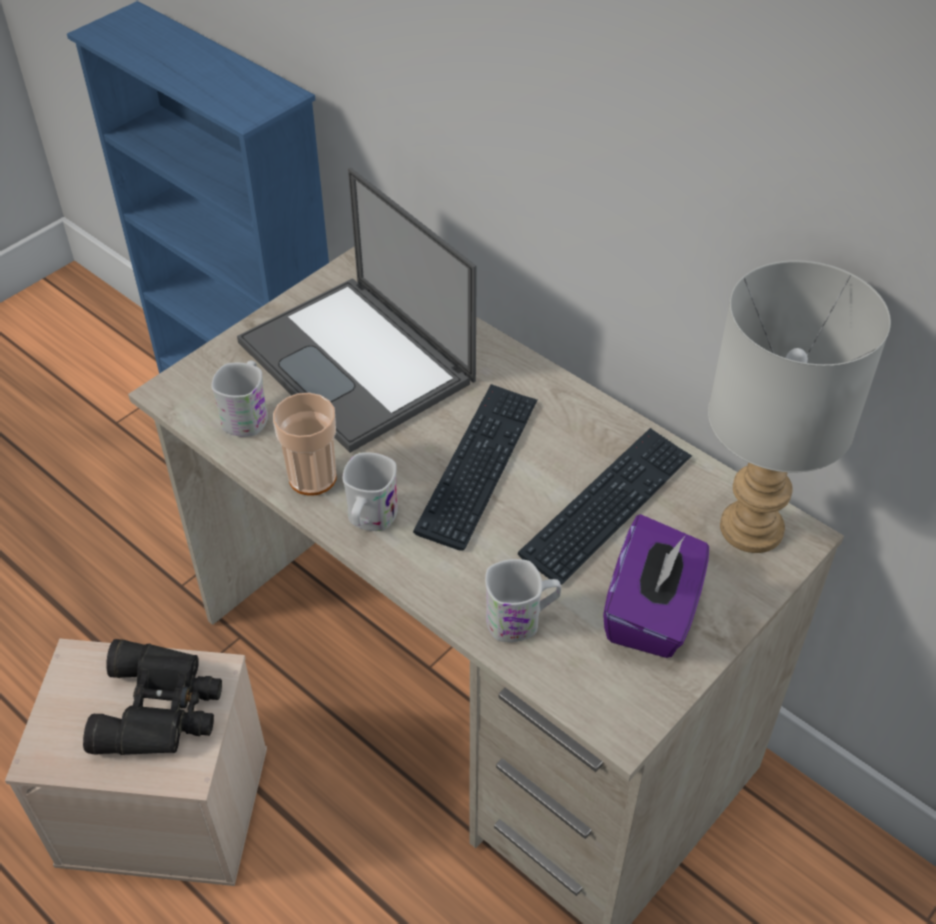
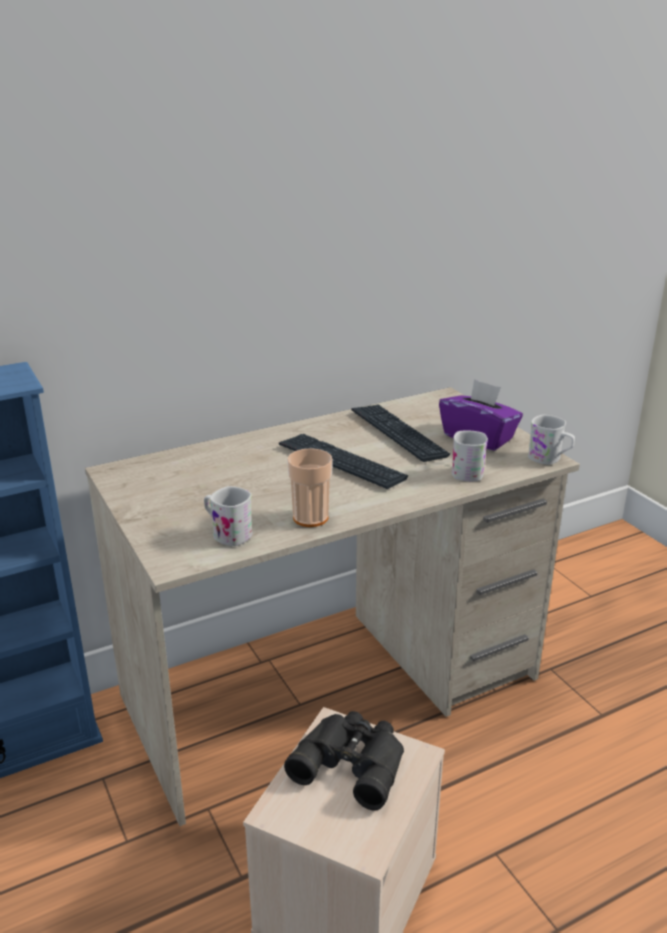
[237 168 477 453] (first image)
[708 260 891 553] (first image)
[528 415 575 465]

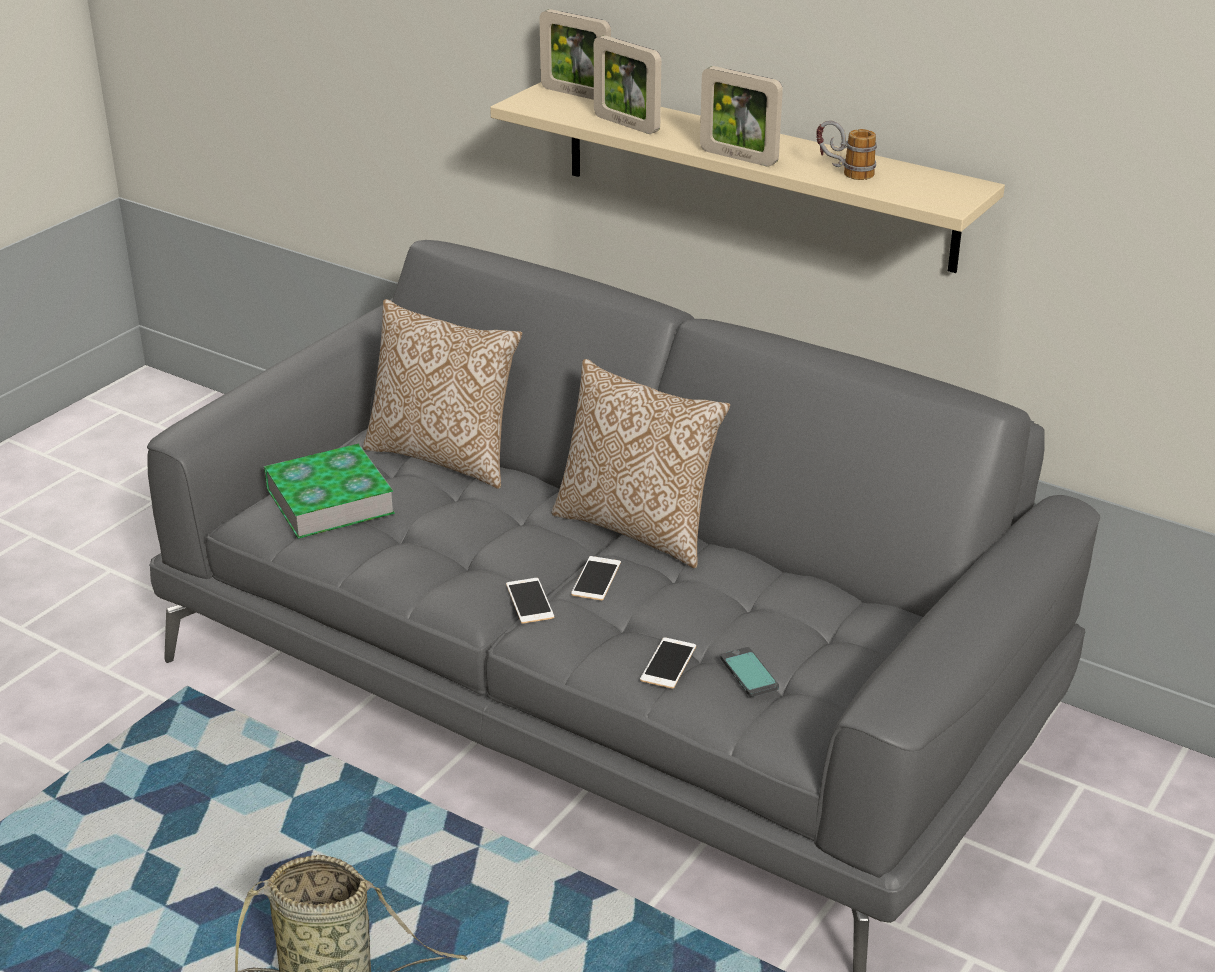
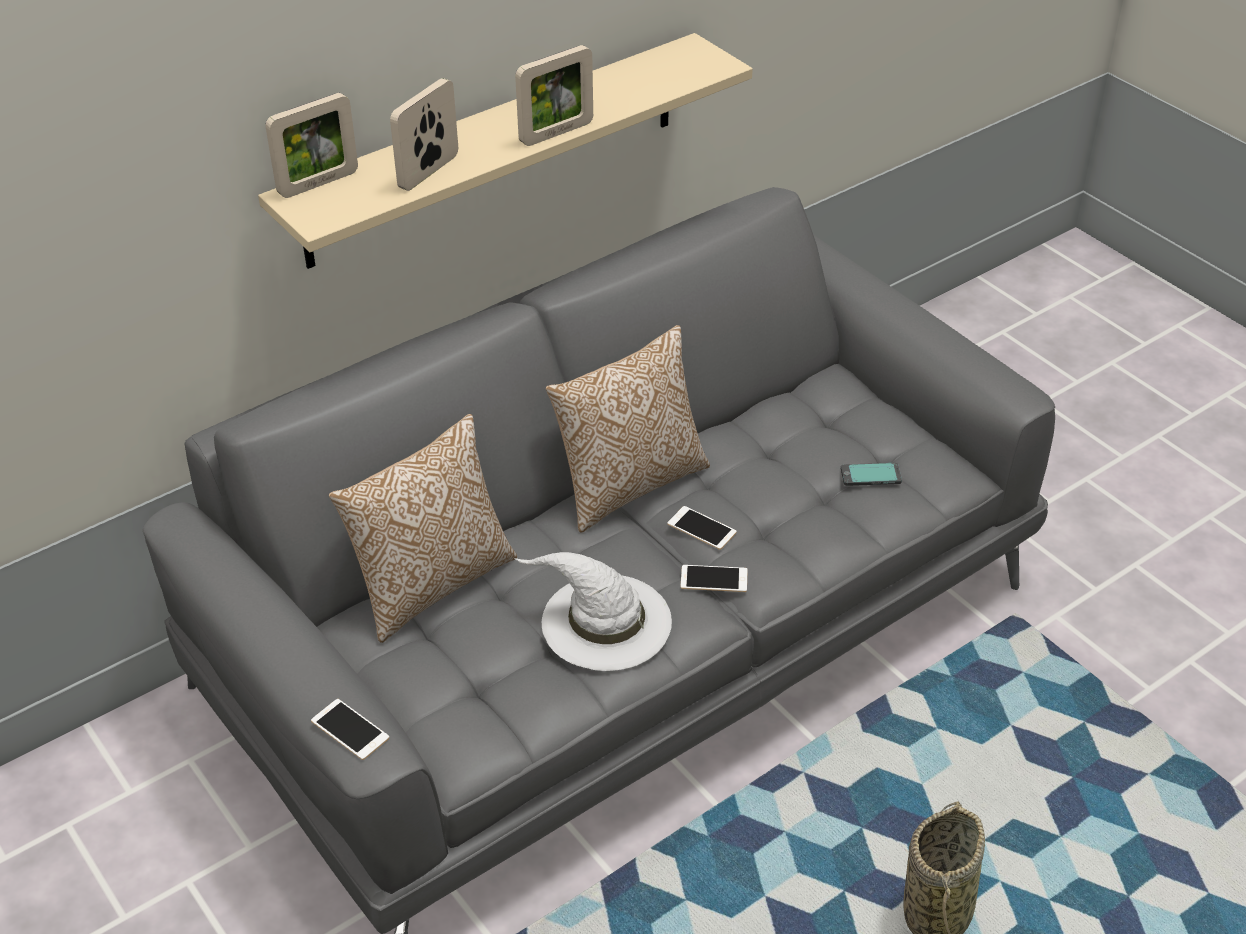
[390 78 458 191]
[816 121 877 180] (first image)
[264 444 395 539] (first image)
[311 699 389 760]
[514 552 672 671]

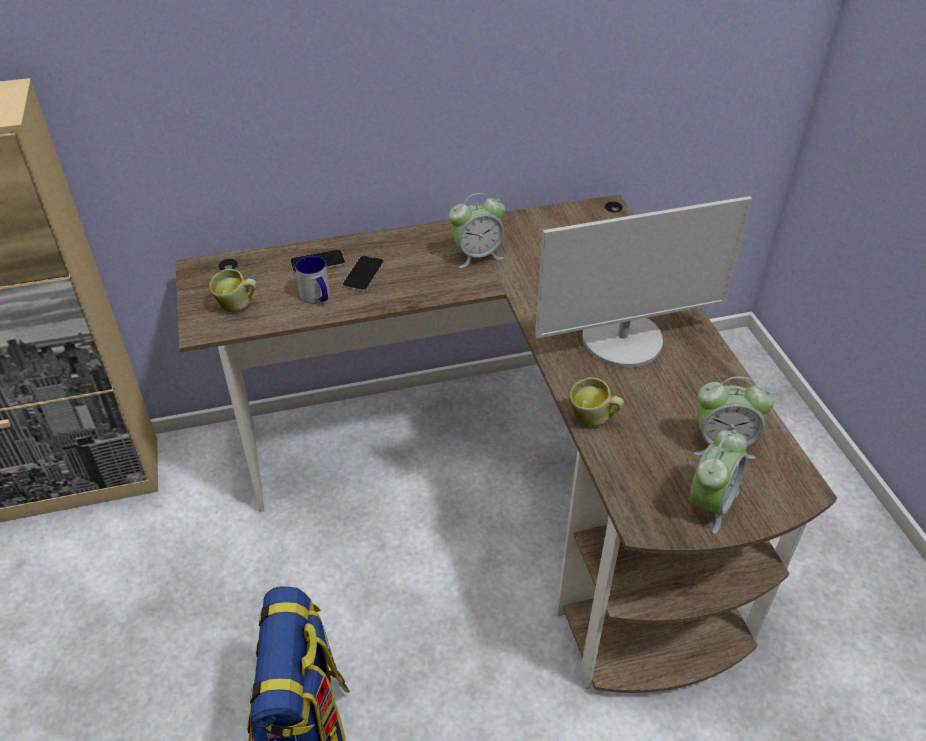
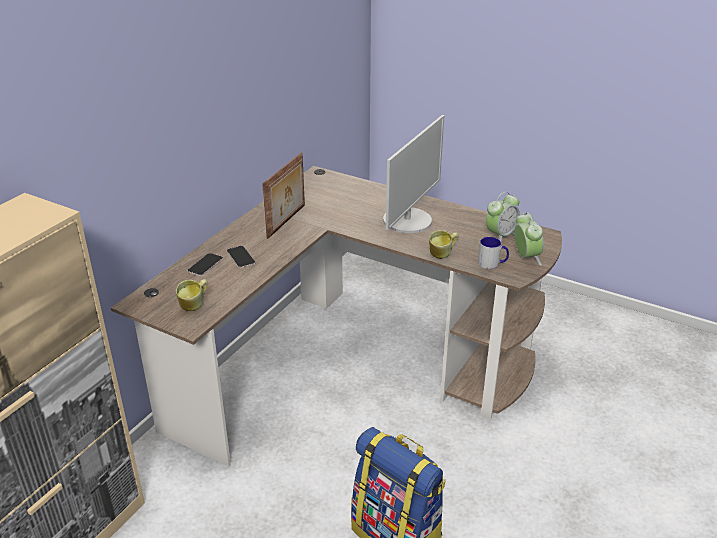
[262 153 305 239]
[478 237 509 269]

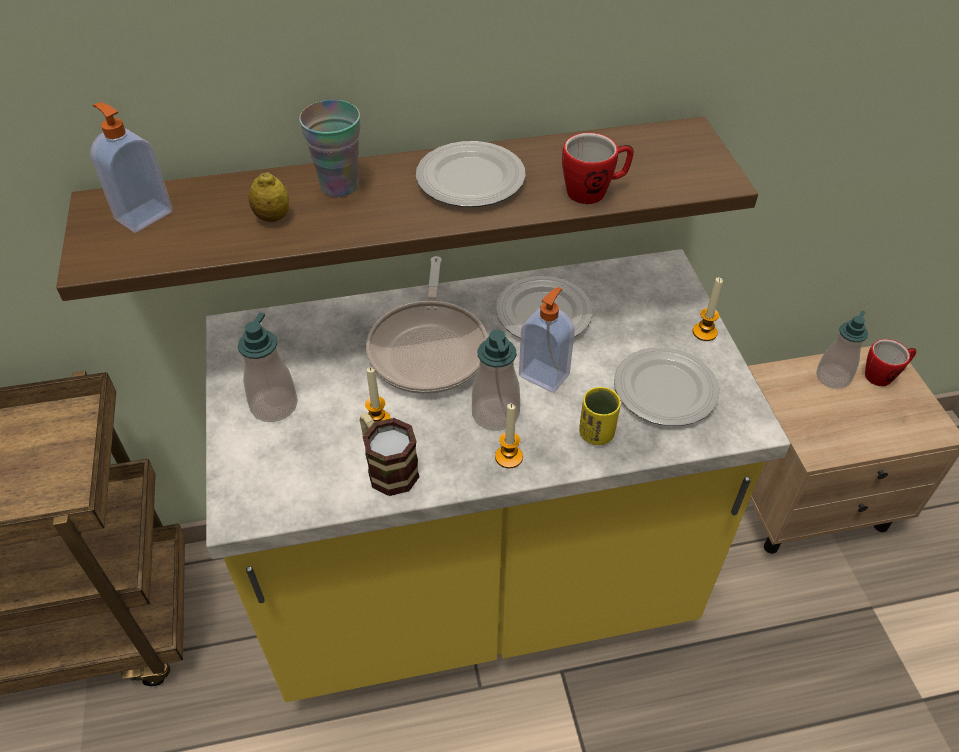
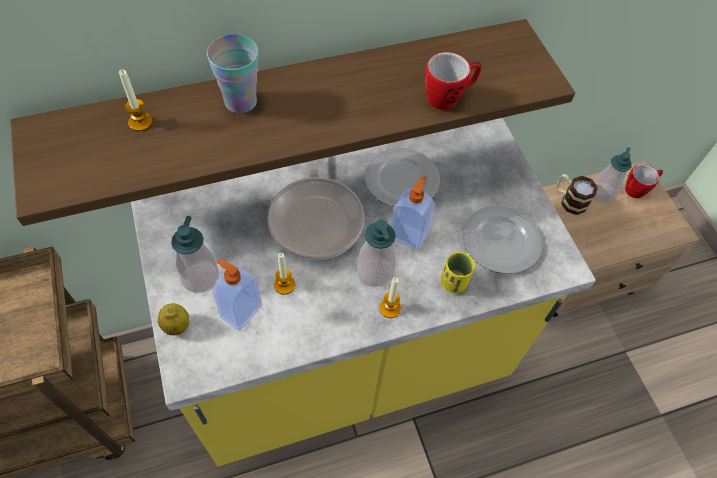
[213 259 262 331]
[416 141 526 207] (first image)
[158 303 189 335]
[119 70 153 131]
[557 174 598 215]

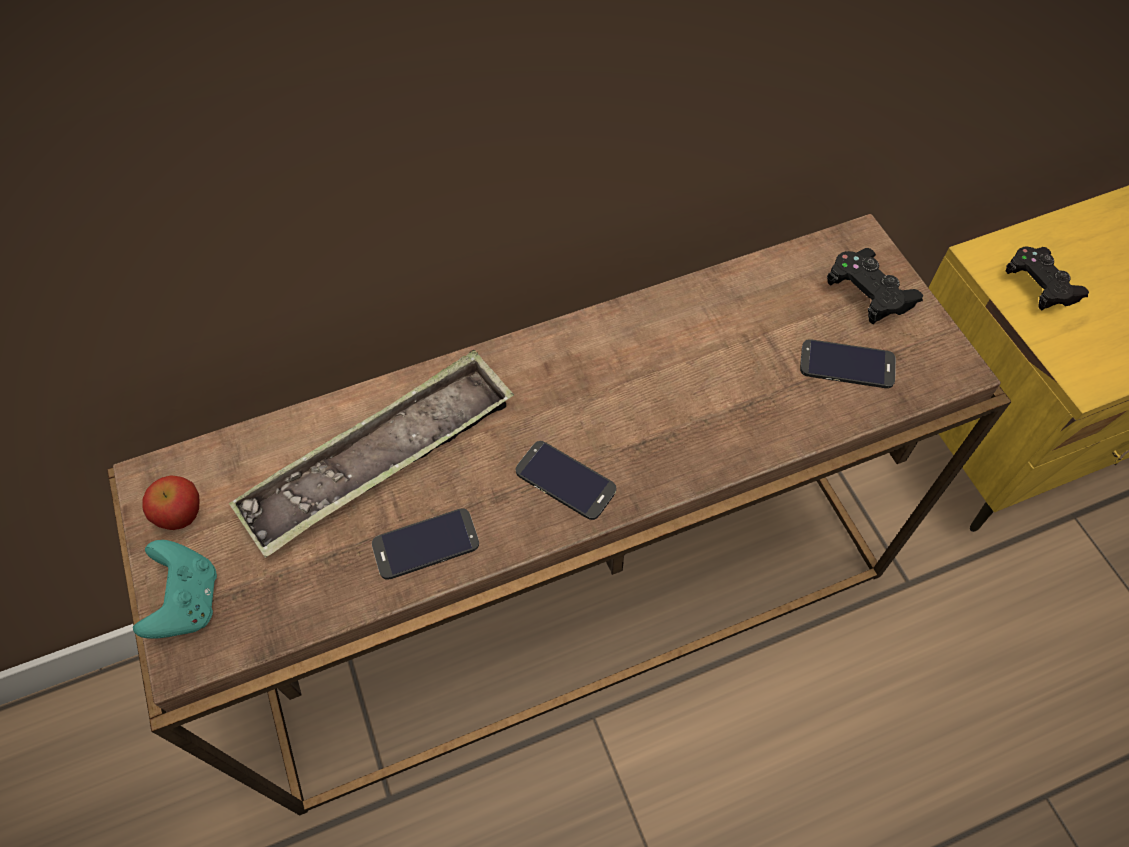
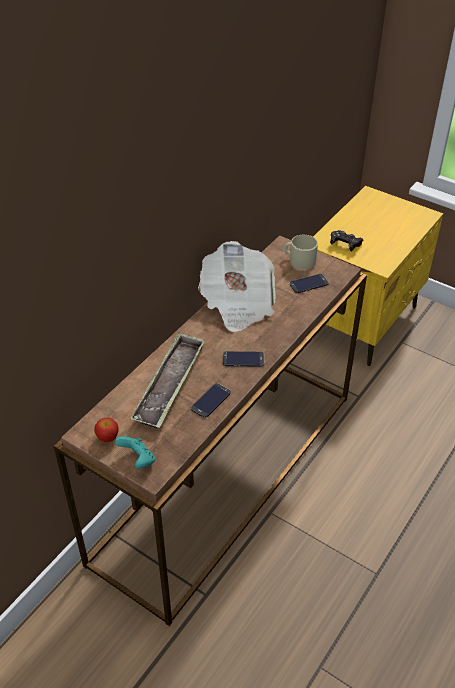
[284 235 318 270]
[198 241 276 332]

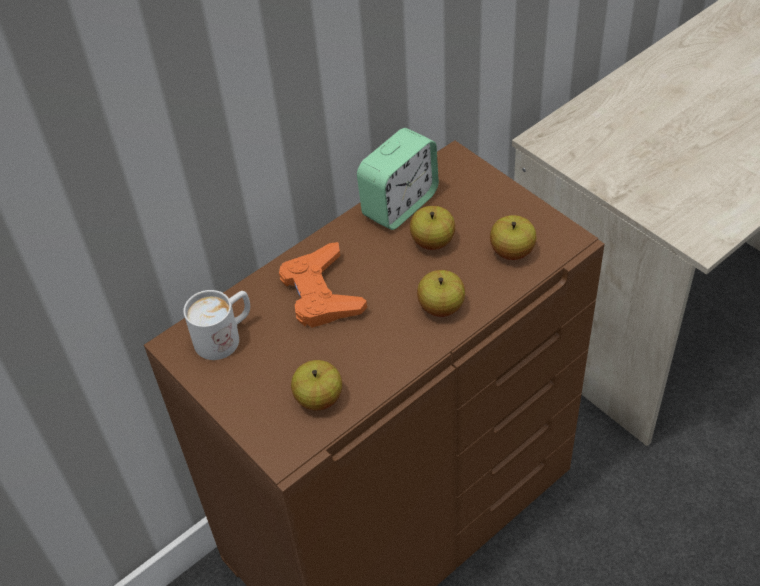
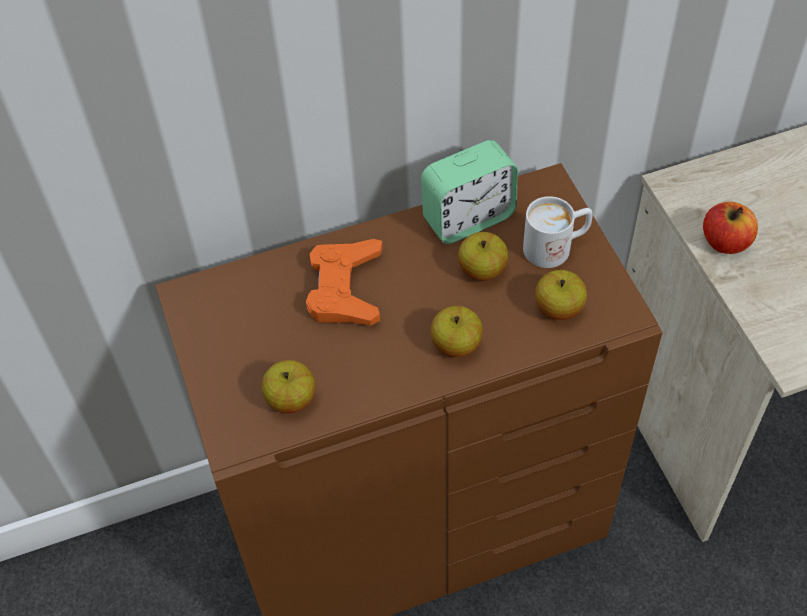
[523 196 593 268]
[703 202 758 254]

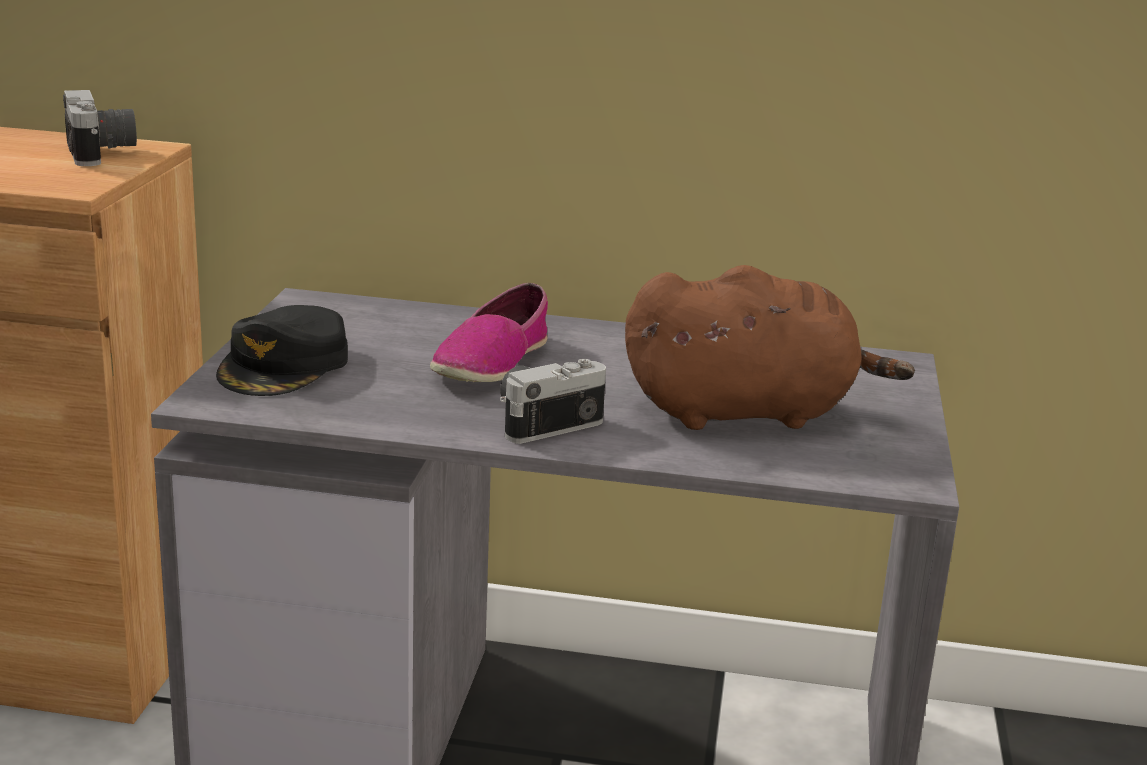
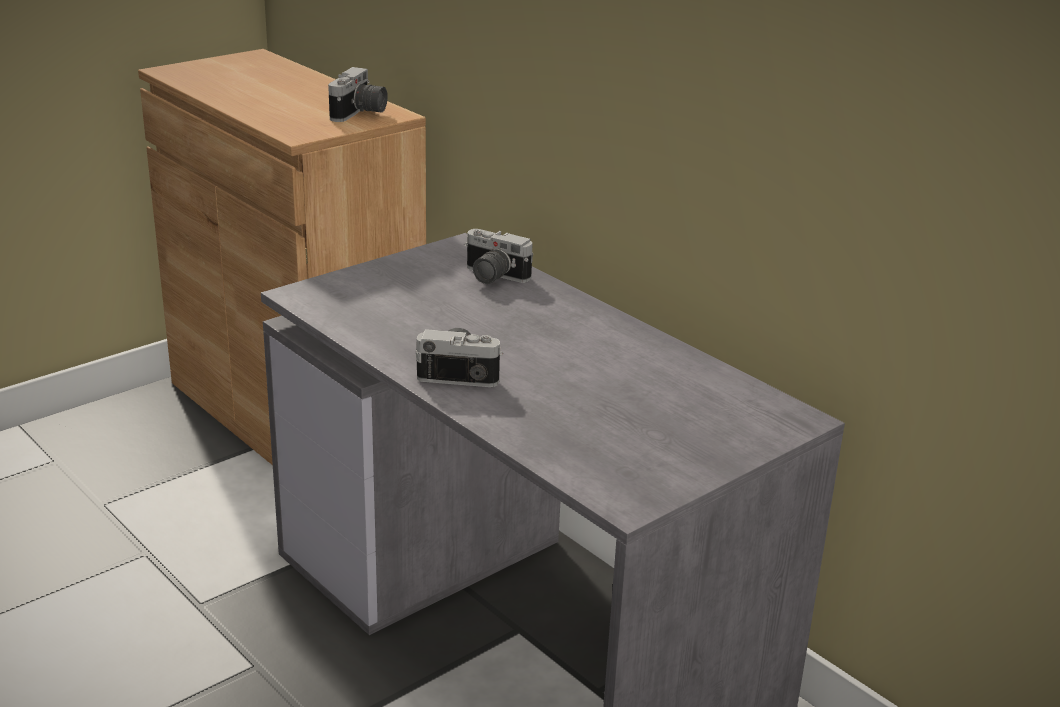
[625 265 915 430] (first image)
[430 283 548 382] (first image)
[216 305 348 396] (first image)
[464 229 533 284]

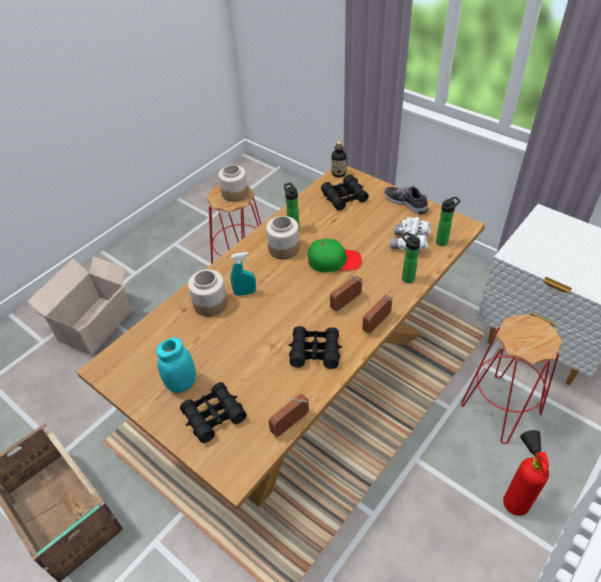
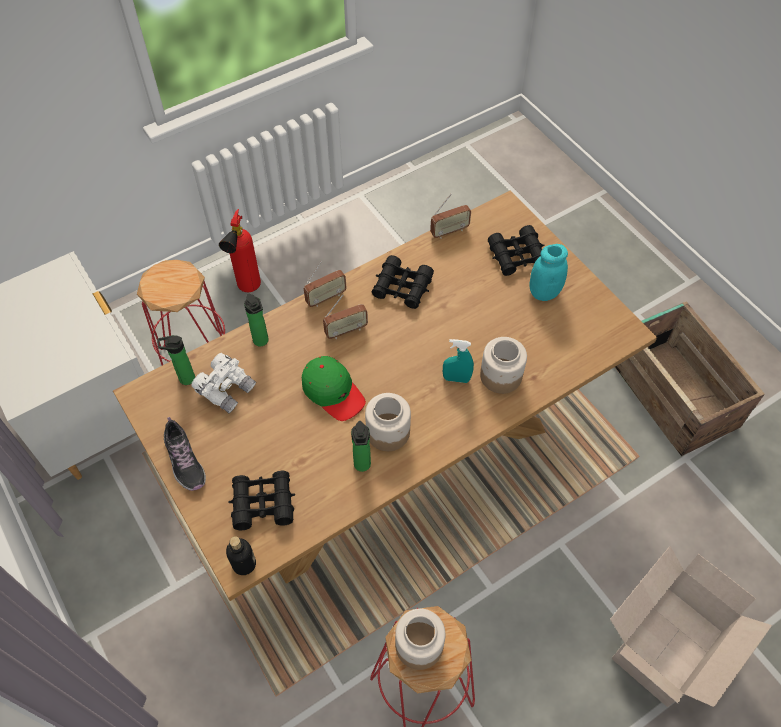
[302 356 366 421]

